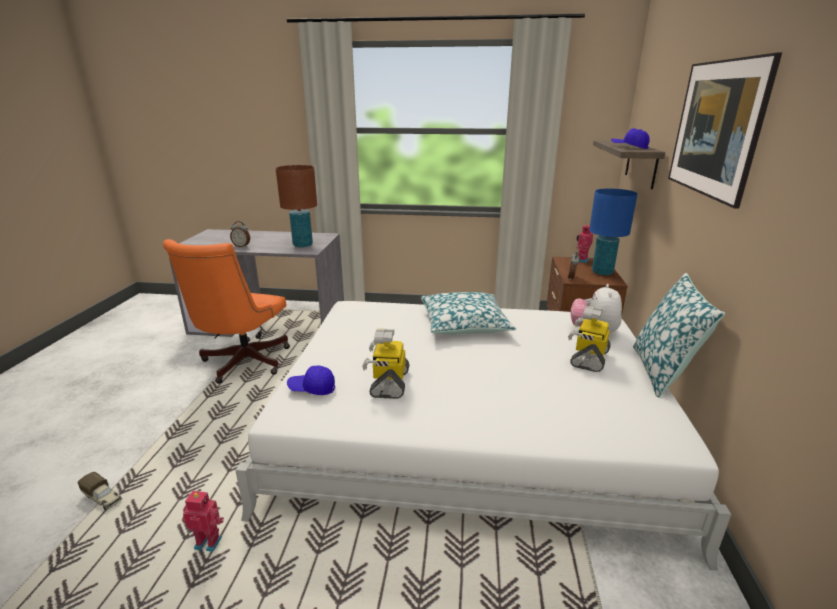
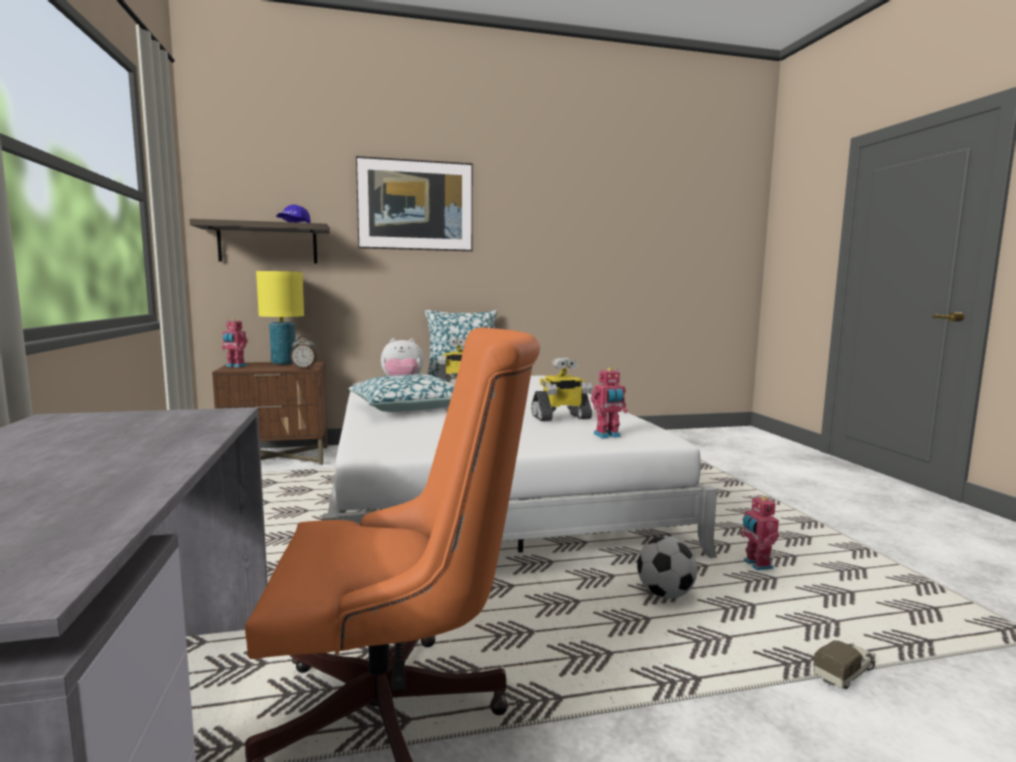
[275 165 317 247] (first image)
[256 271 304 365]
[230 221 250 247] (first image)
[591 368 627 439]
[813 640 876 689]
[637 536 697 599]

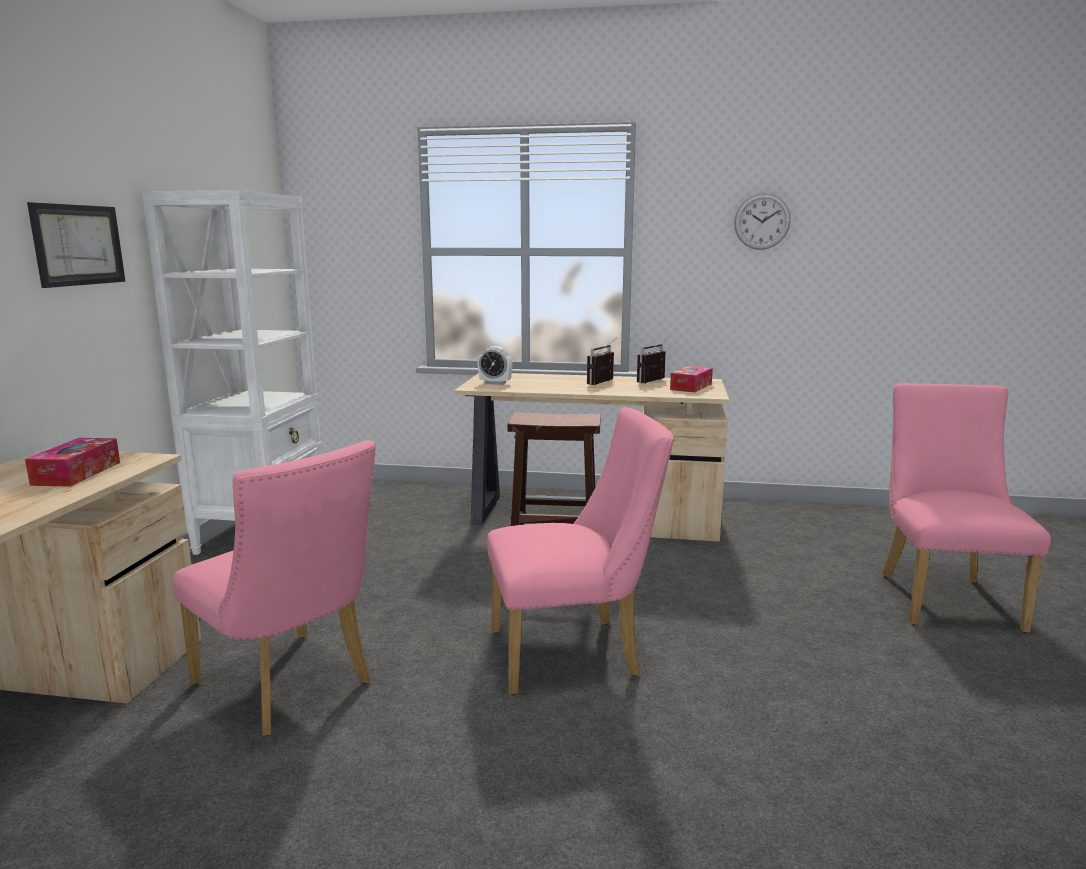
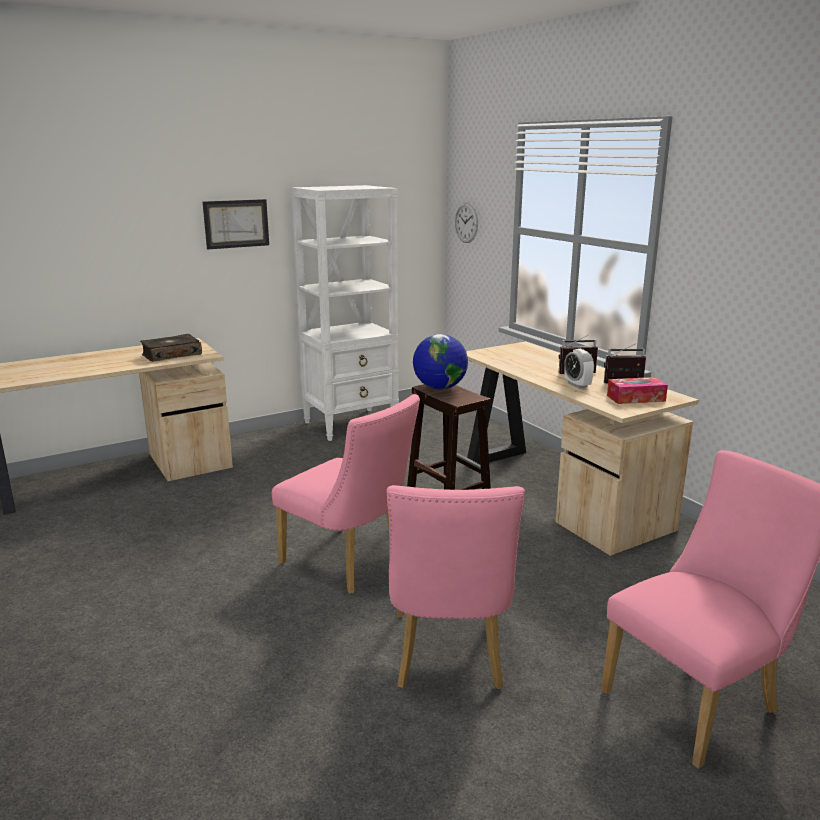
[455 202 478 243]
[564 349 594 389]
[140 334 202 362]
[386 485 525 689]
[413 334 468 389]

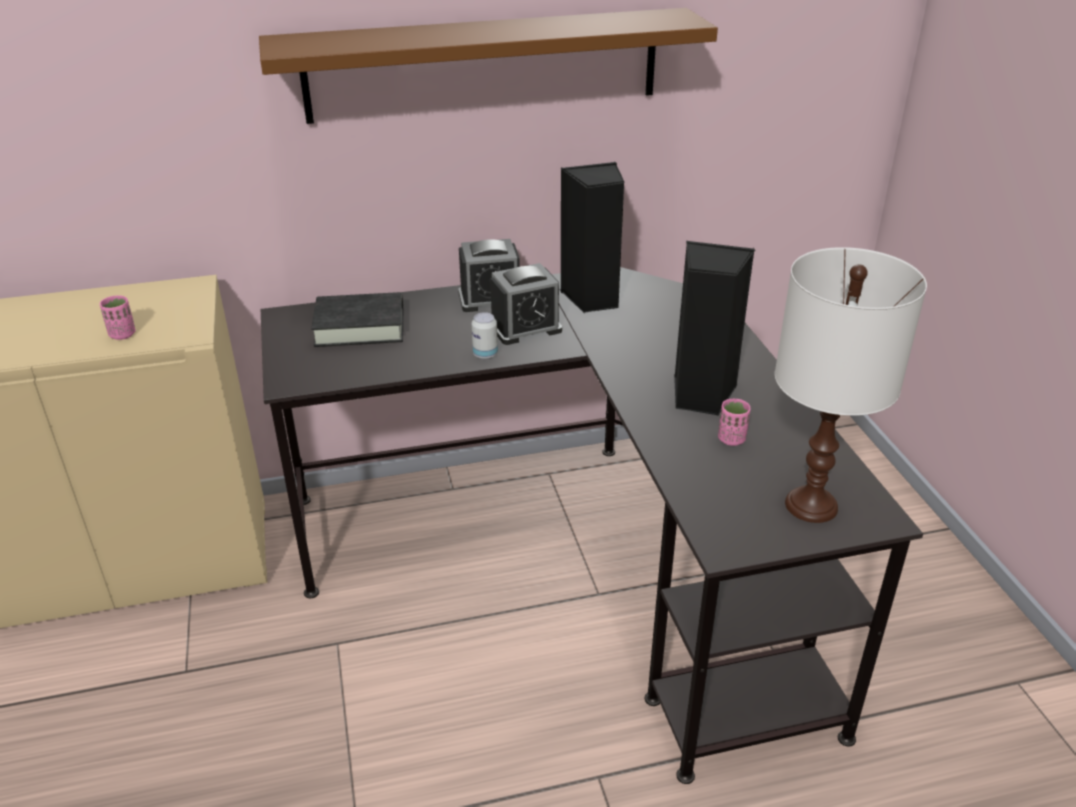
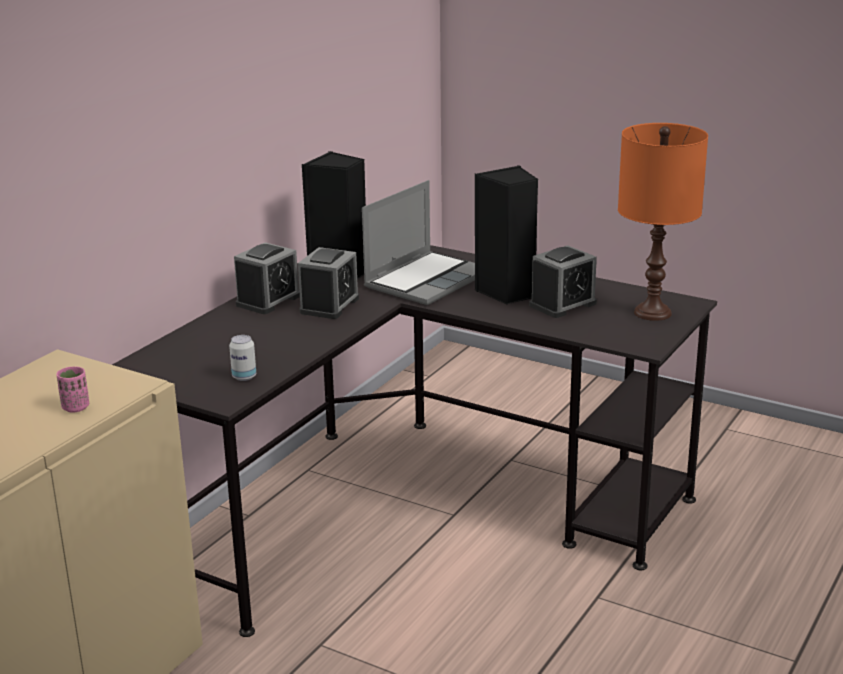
[259 8 718 124] (first image)
[618 123 708 321]
[311 292 403 347] (first image)
[229 335 256 381]
[529 245 597 318]
[362 180 475 305]

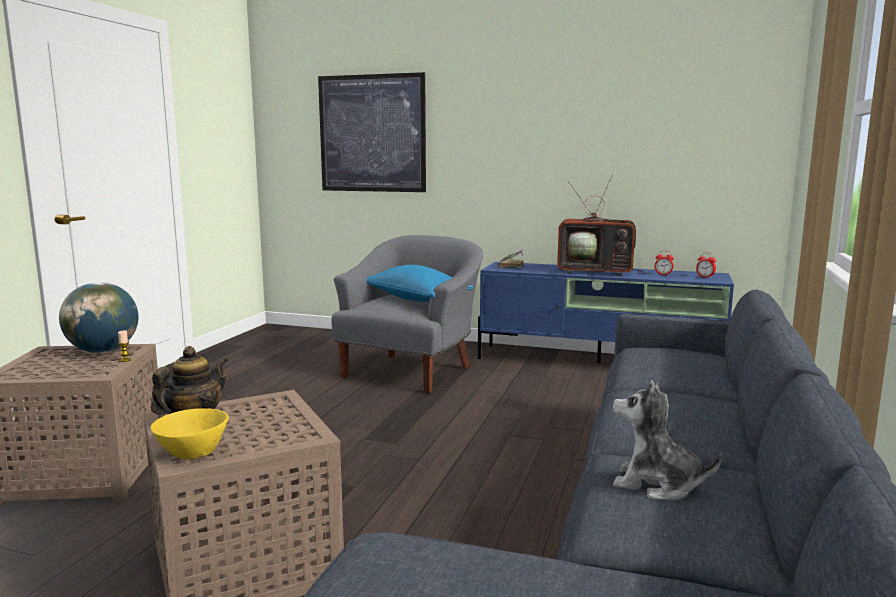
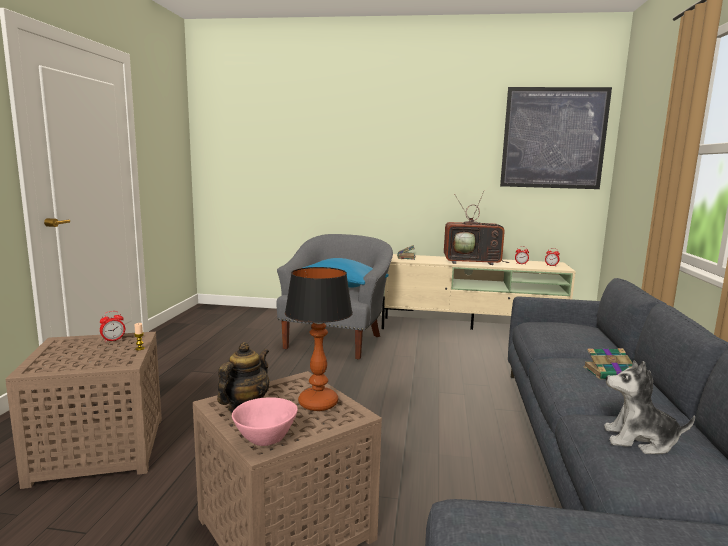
[500 87 612 189]
[382 254 576 330]
[100 311 125 342]
[232 397 298 446]
[285 267 353 411]
[583 348 632 379]

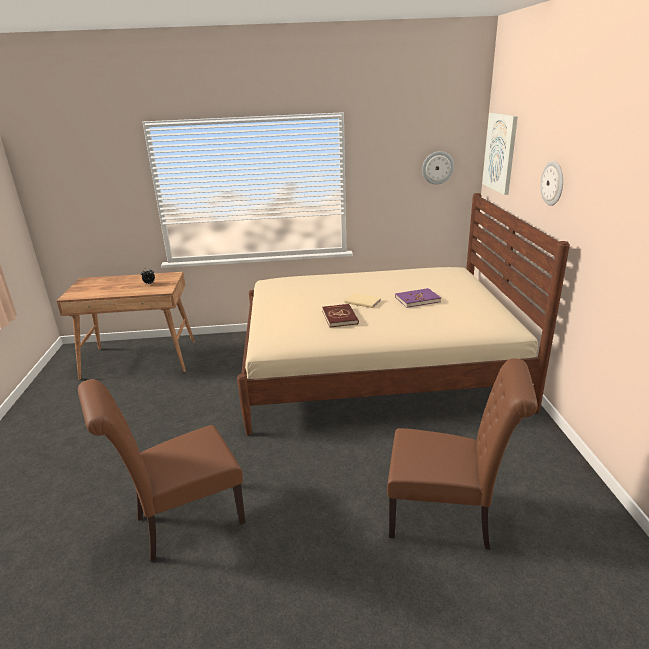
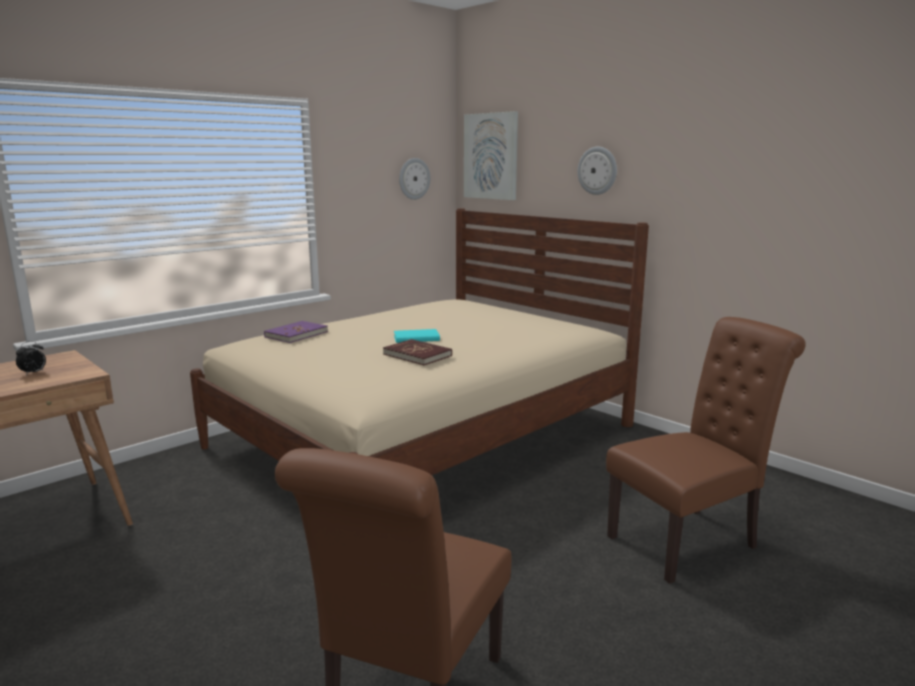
[264 321 328 343]
[394 329 440 343]

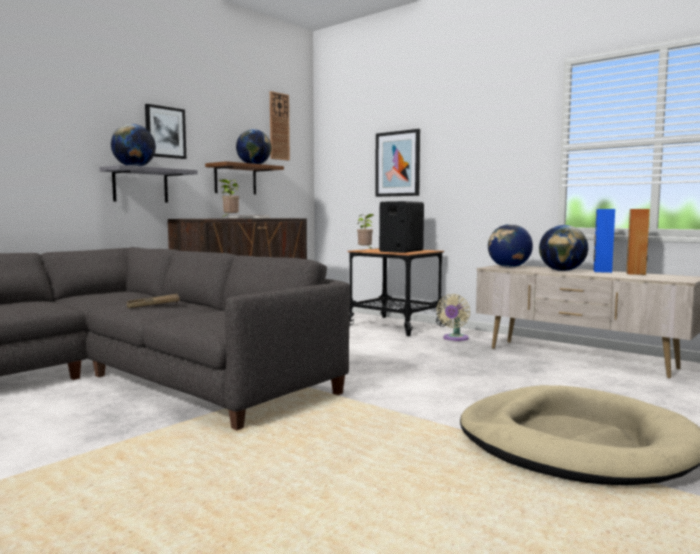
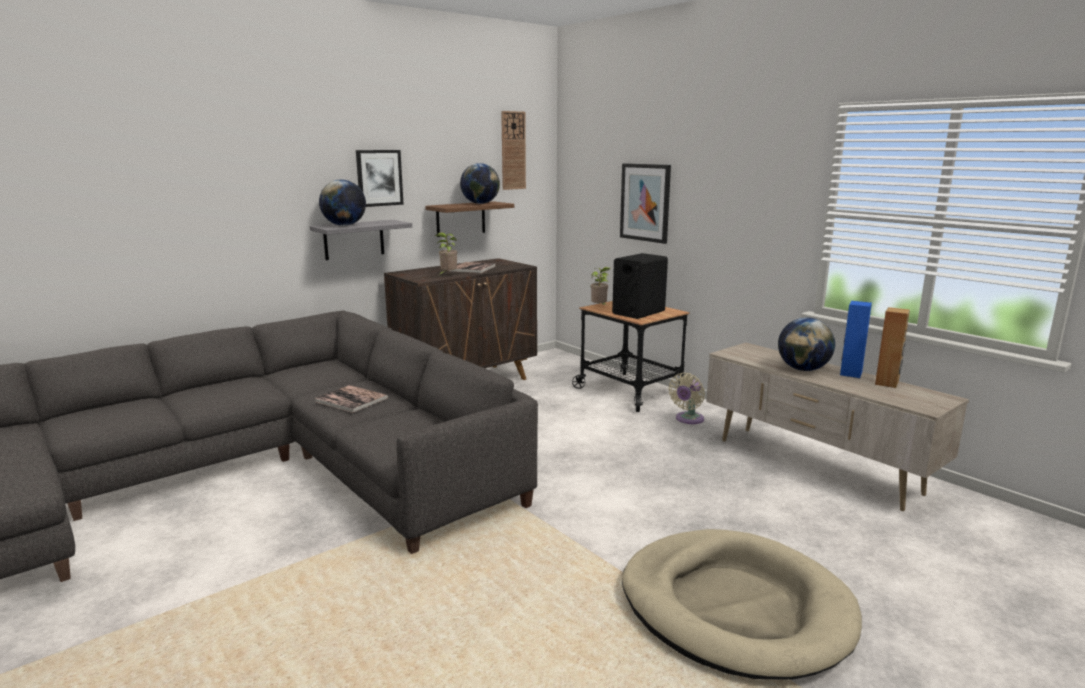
[488 224 533 268] (first image)
[315 385 388 413]

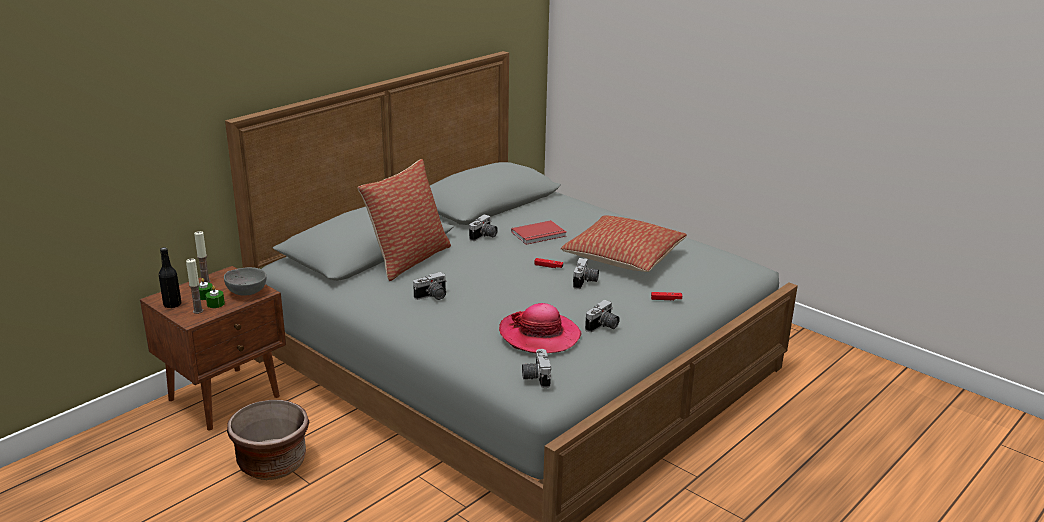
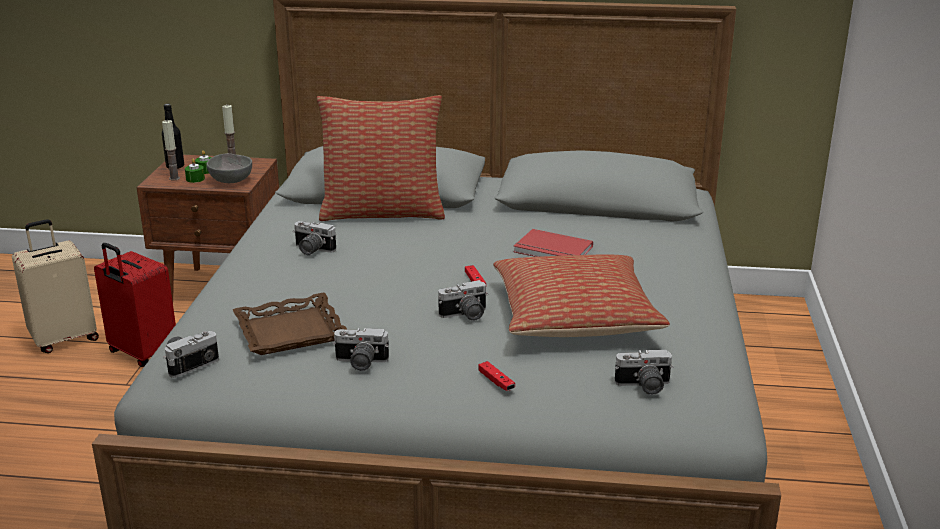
[615 350 674 395]
[233 293 347 355]
[94 243 176 367]
[12 219 99 353]

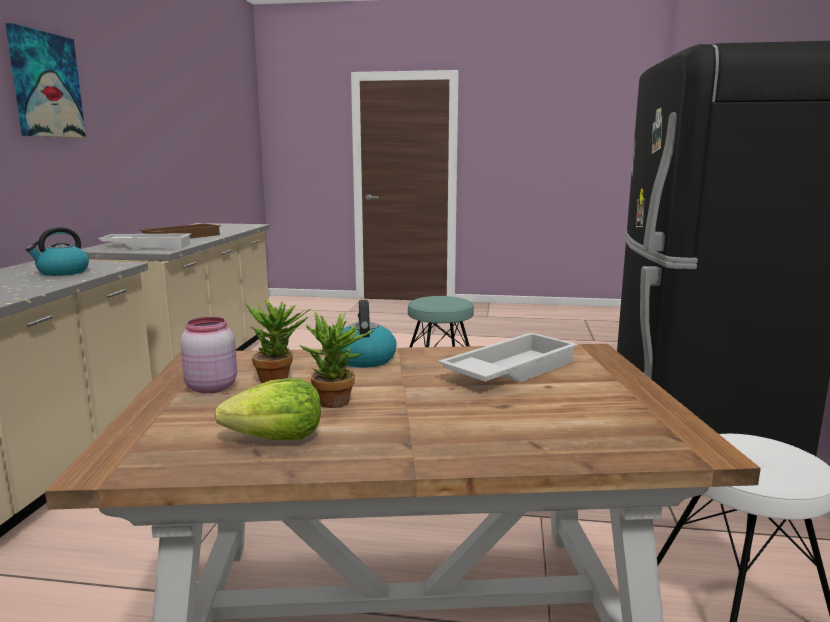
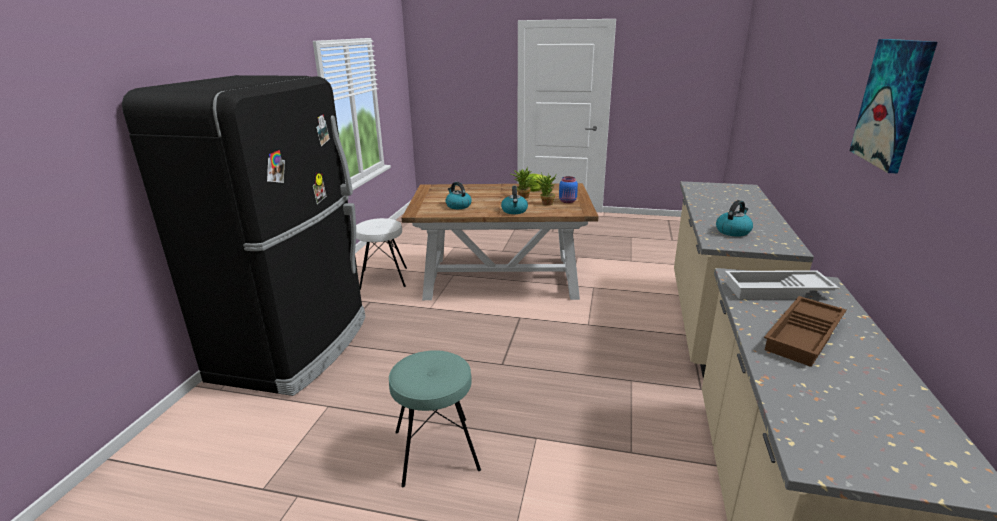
[559 176 578 203]
[446 182 472 209]

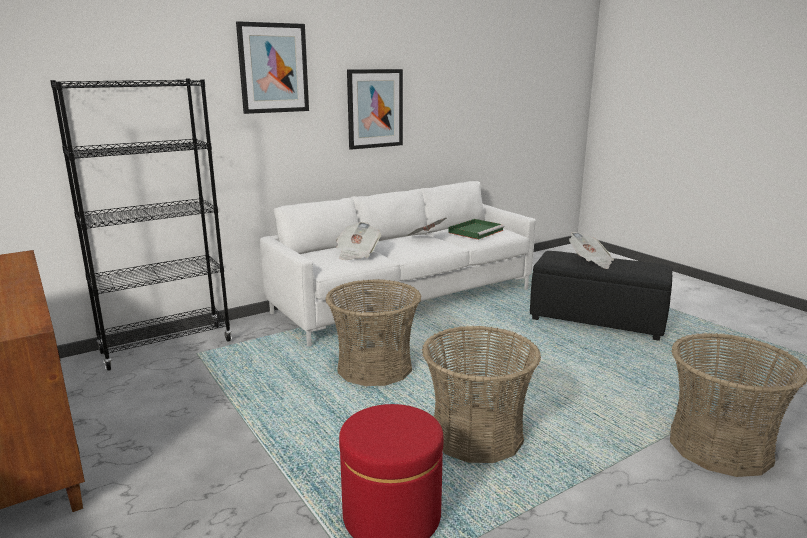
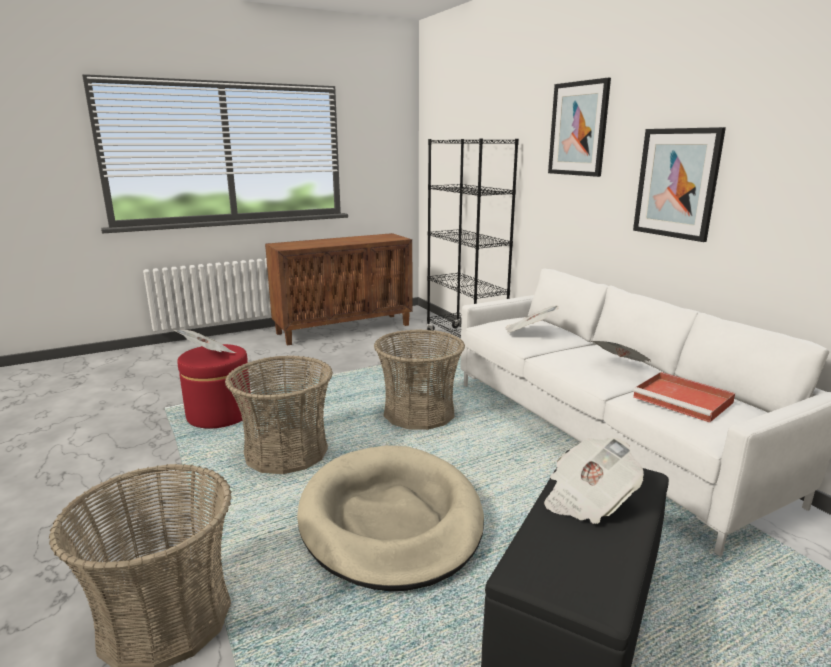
[633 372 735 423]
[174 330 236 353]
[297 445 484 591]

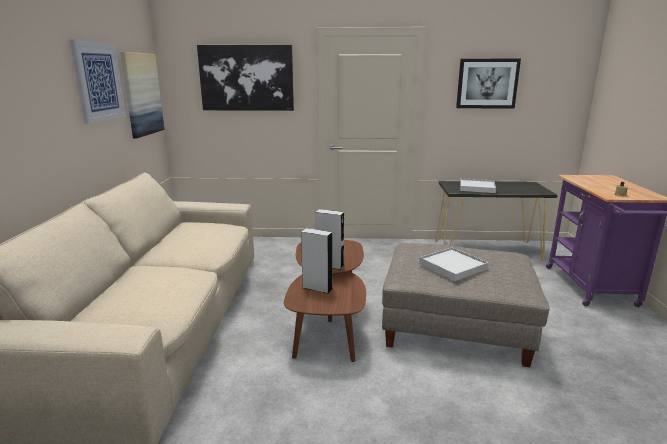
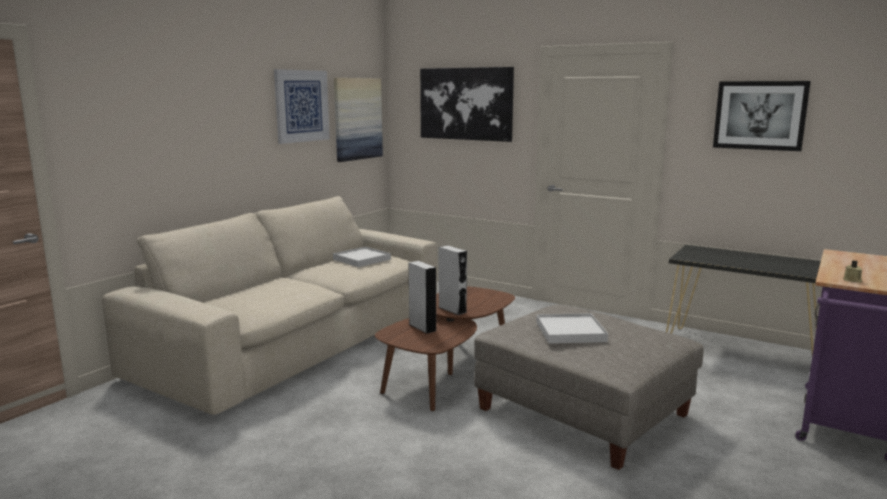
[333 247 391 267]

